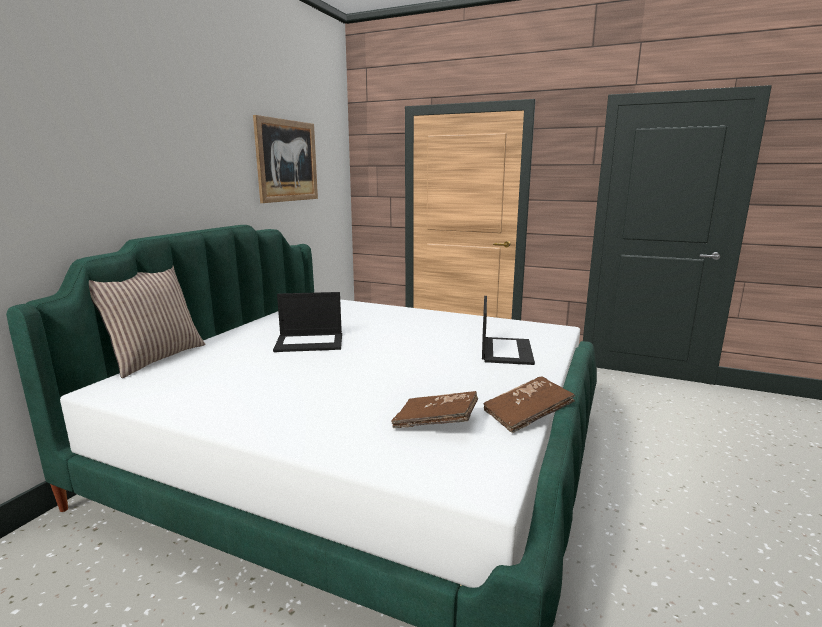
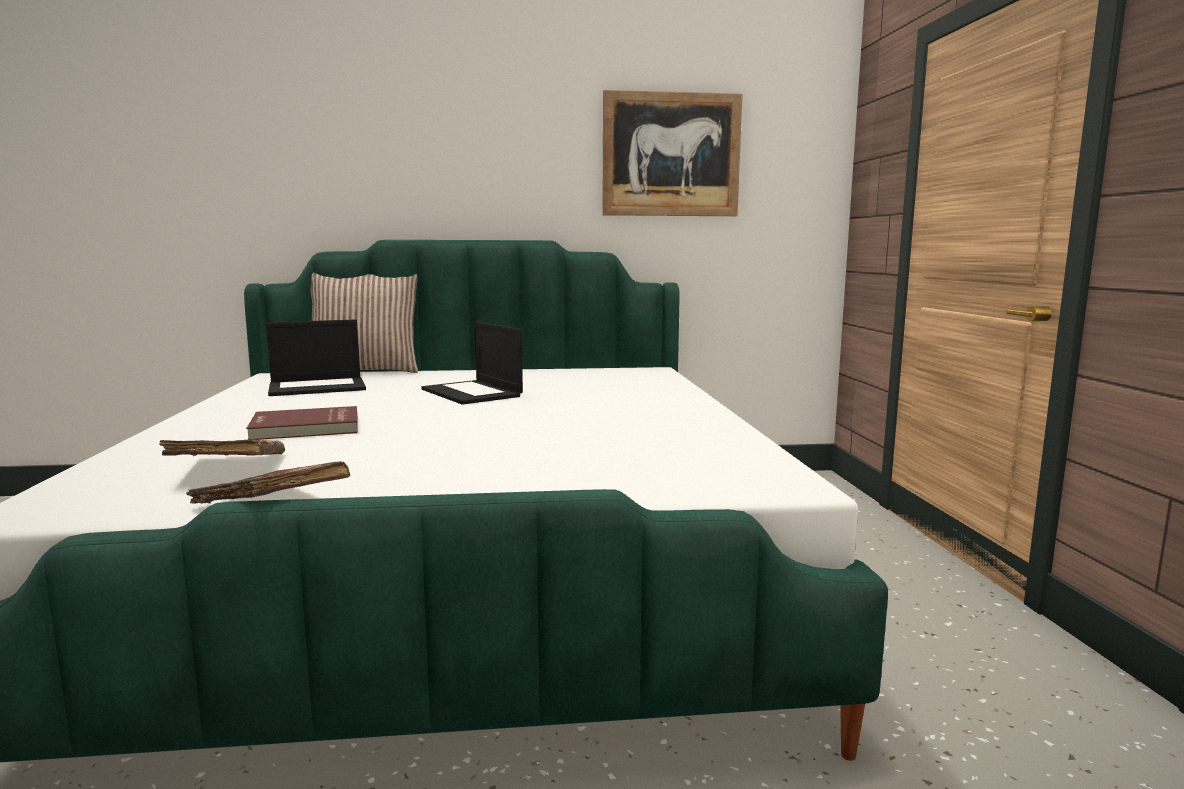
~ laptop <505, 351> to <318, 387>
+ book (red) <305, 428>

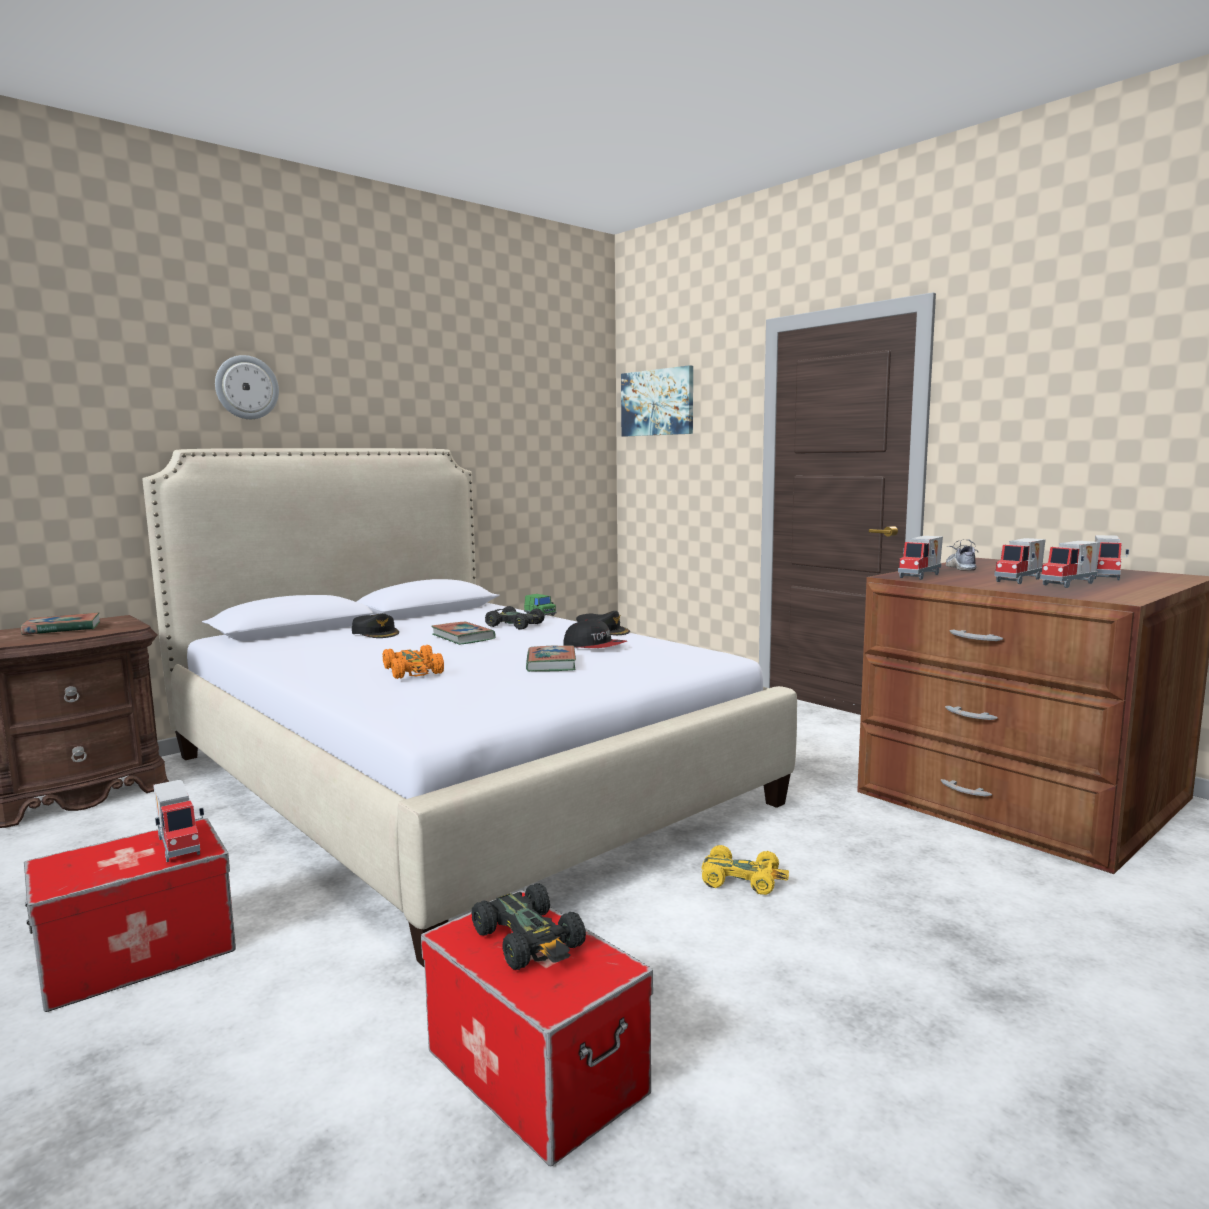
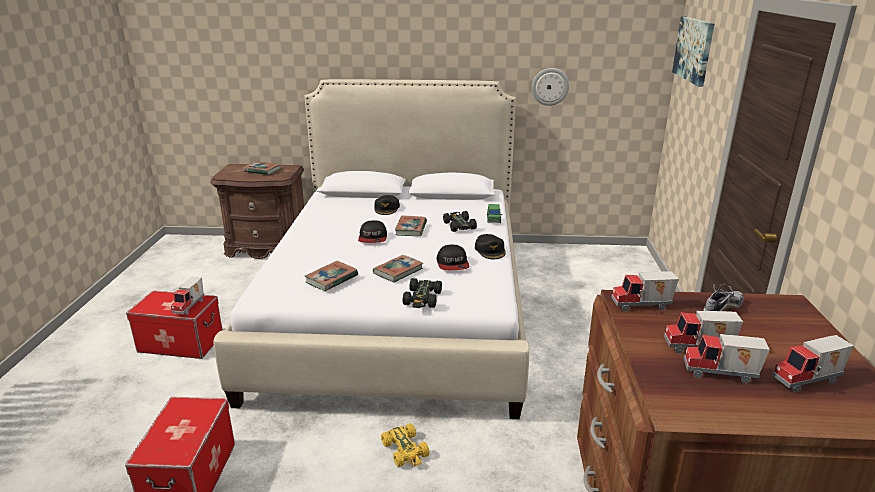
~ wall clock <246, 387> to <550, 86>
- toy car (orange) <414, 671>
~ toy car (black) <529, 940> to <422, 299>
+ cap <373, 238>
+ book <331, 279>

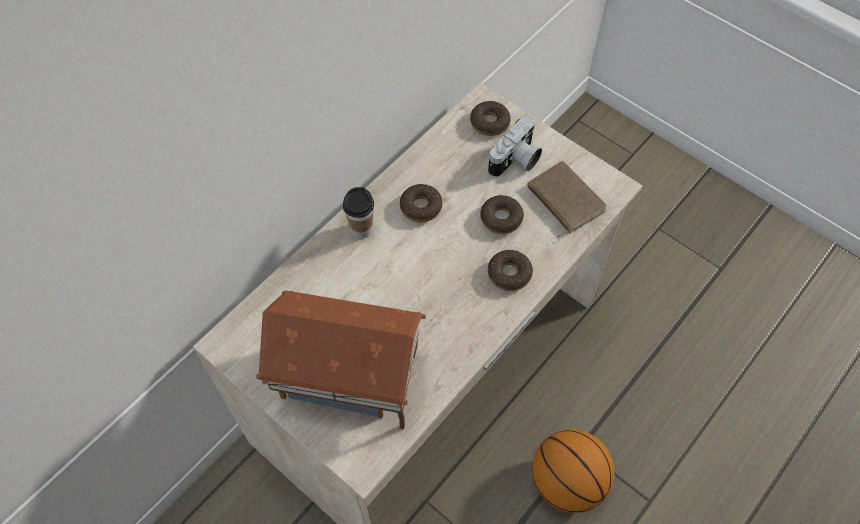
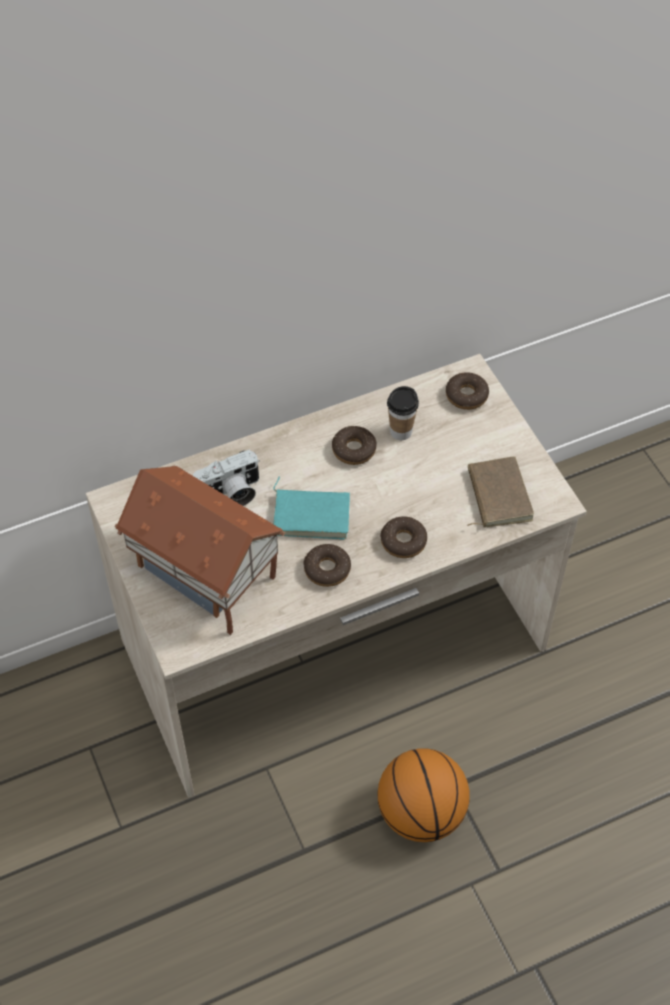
~ photo camera <516, 161> to <230, 493>
~ cup <361, 229> to <401, 432>
~ donut <501, 218> to <327, 569>
+ book (turquoise) <312, 514>

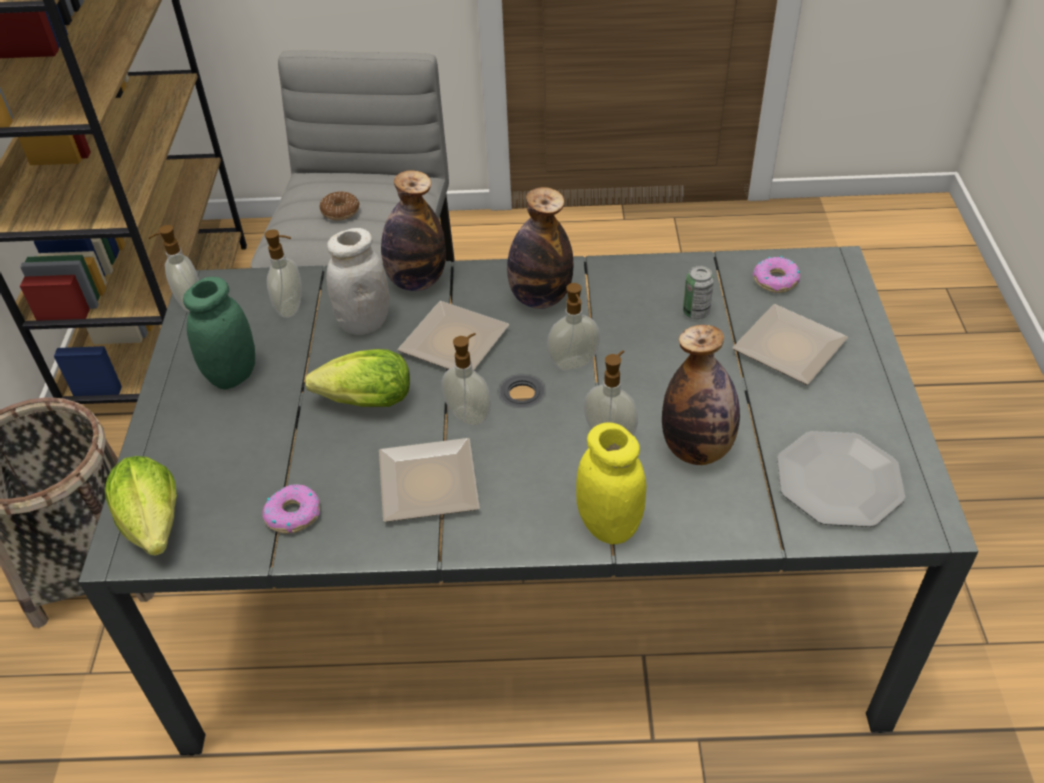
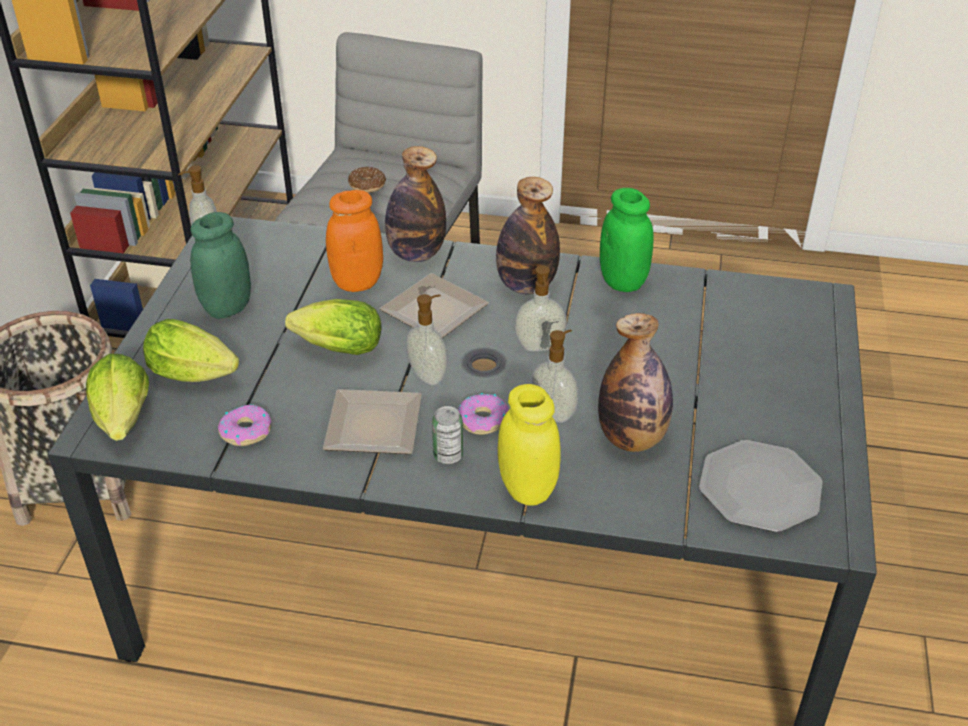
~ jar (white) <364, 323> to jar (orange) <357, 282>
- soap dispenser <291, 308>
~ donut <776, 280> to <483, 420>
~ can <696, 312> to <448, 455>
- plate <793, 348>
+ jar (green) <623, 281>
+ lettuce <197, 375>

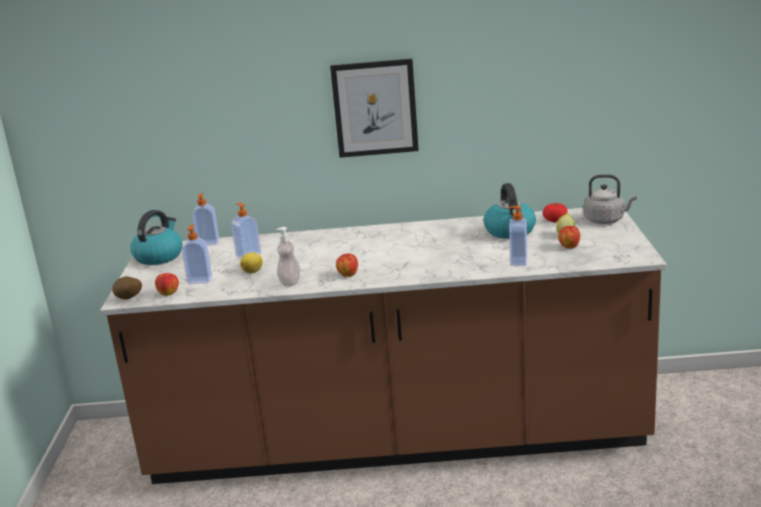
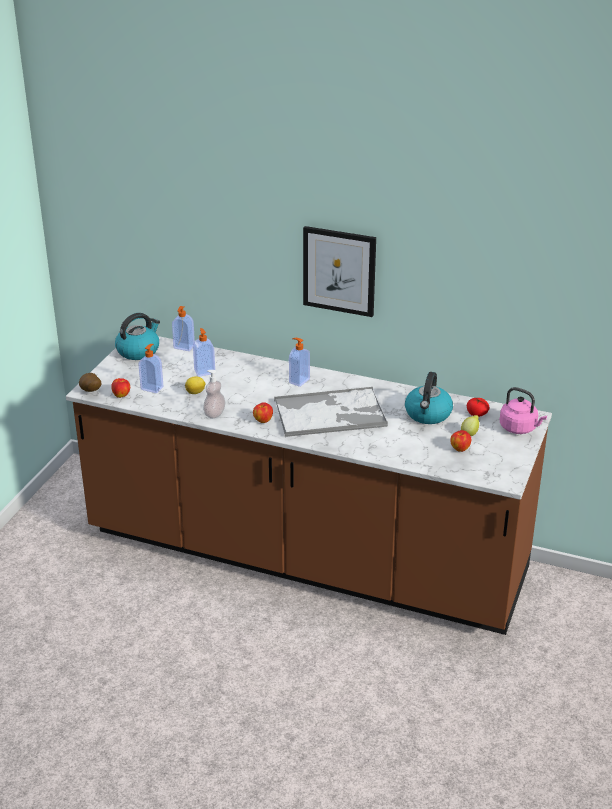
~ kettle (grey) <606, 220> to kettle (pink) <519, 428>
~ soap dispenser <517, 261> to <298, 381>
+ tray <331, 413>

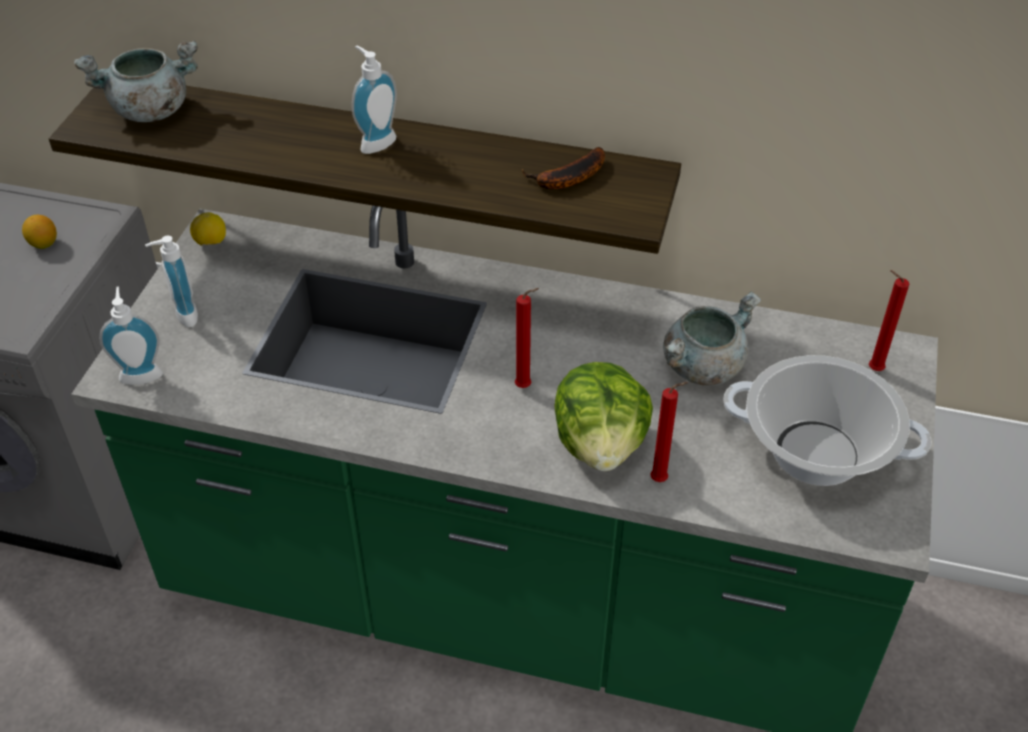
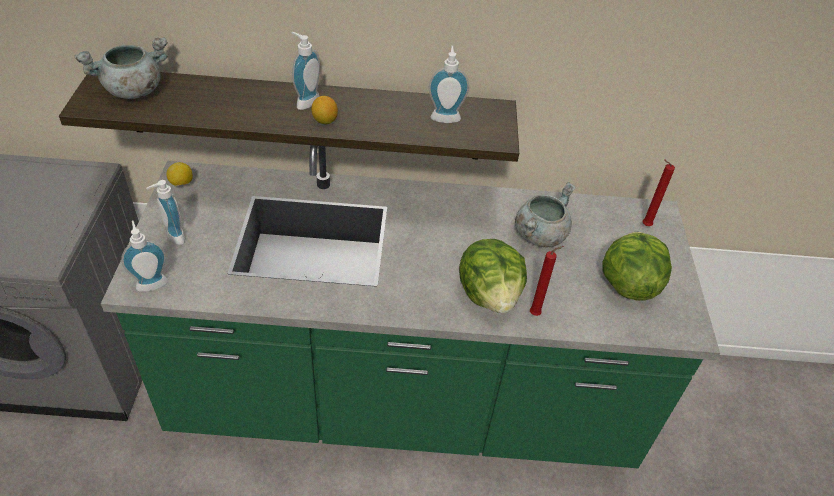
~ banana <567, 179> to soap dispenser <445, 116>
~ lemon <43, 244> to <325, 121>
- candle (red) <525, 387>
~ cooking pot <816, 454> to lettuce <628, 284>

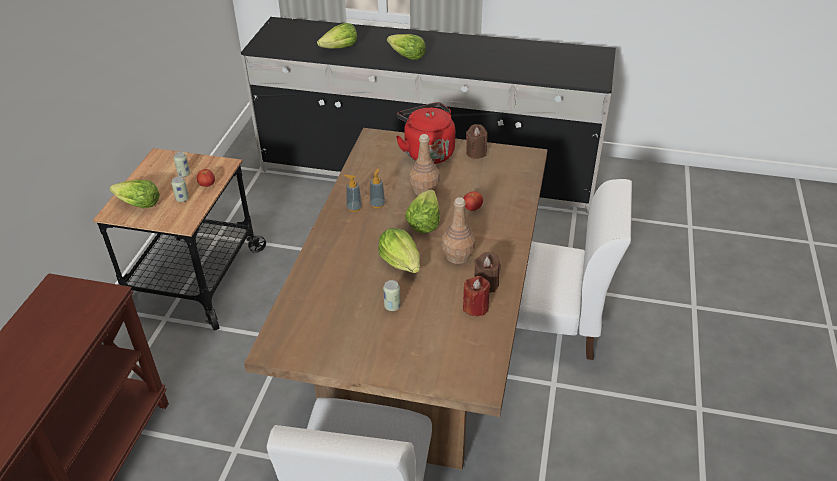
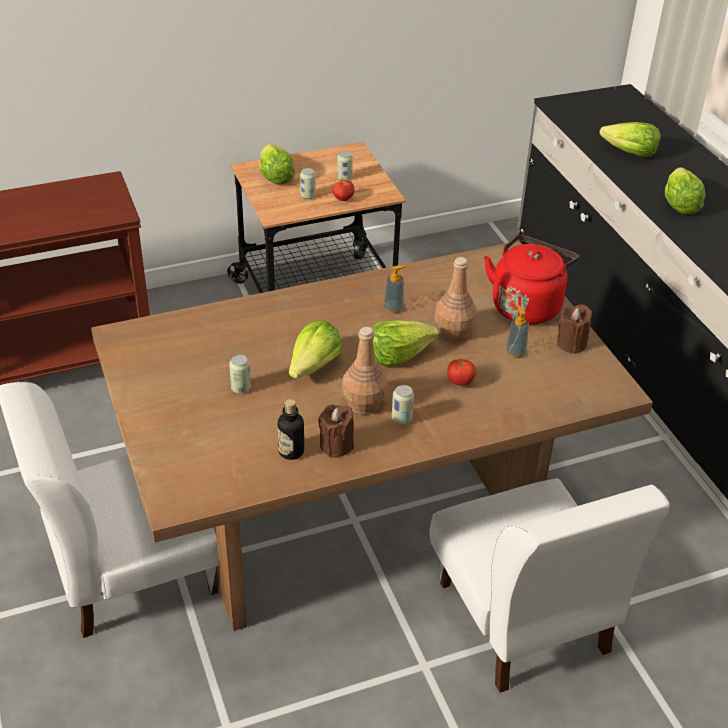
~ soap dispenser <354, 208> to <515, 353>
~ candle (red) <475, 307> to bottle <291, 451>
+ can <401, 419>

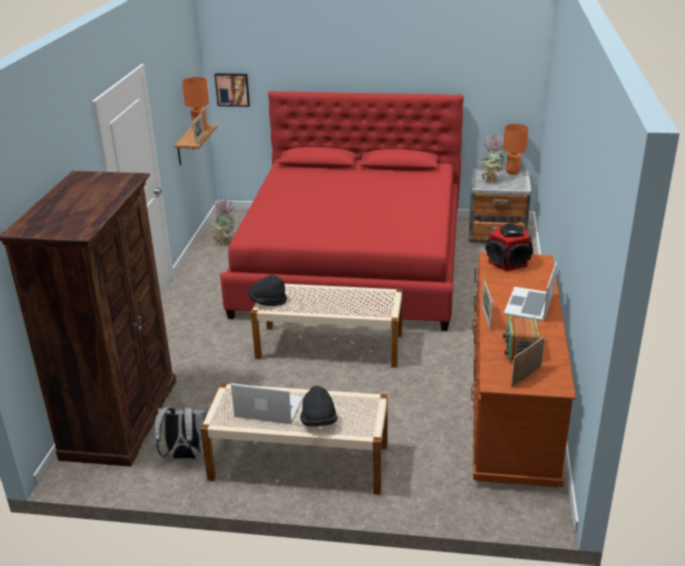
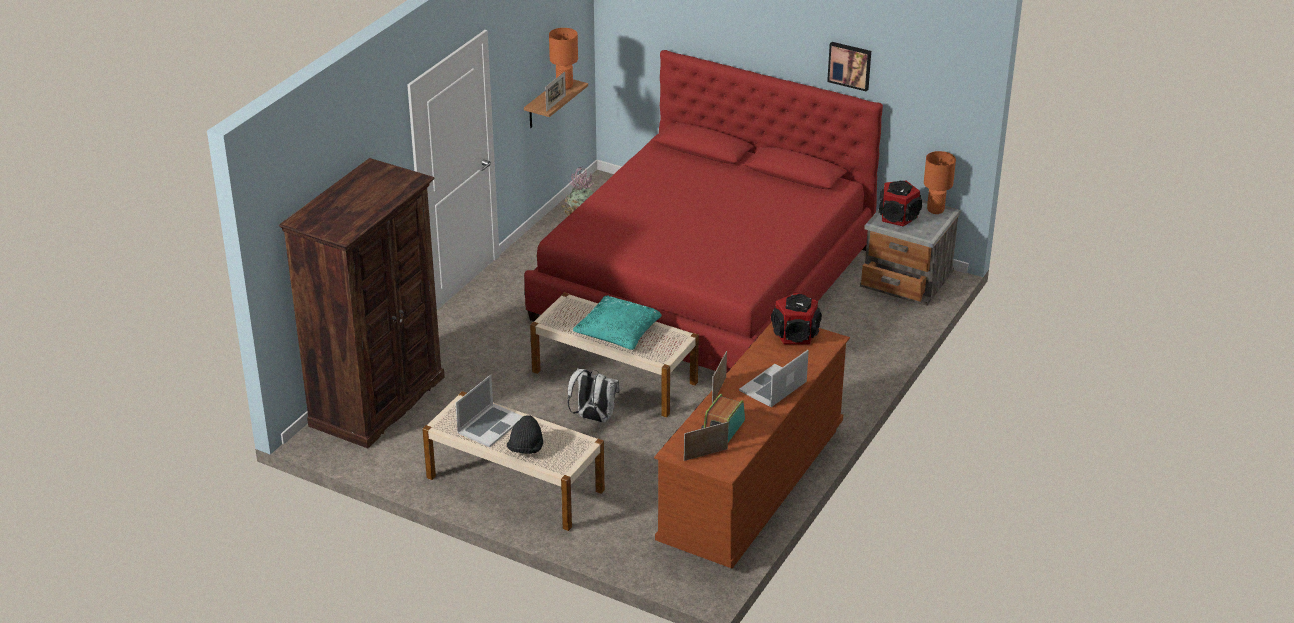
~ picture <232, 89> to <850, 65>
~ potted plant <490, 180> to speaker <898, 216>
- hat (black) <267, 302>
~ laptop <268, 408> = <490, 425> 90 degrees clockwise
~ backpack (white) <185, 456> to <593, 418>
+ pillow (turquoise) <618, 331>

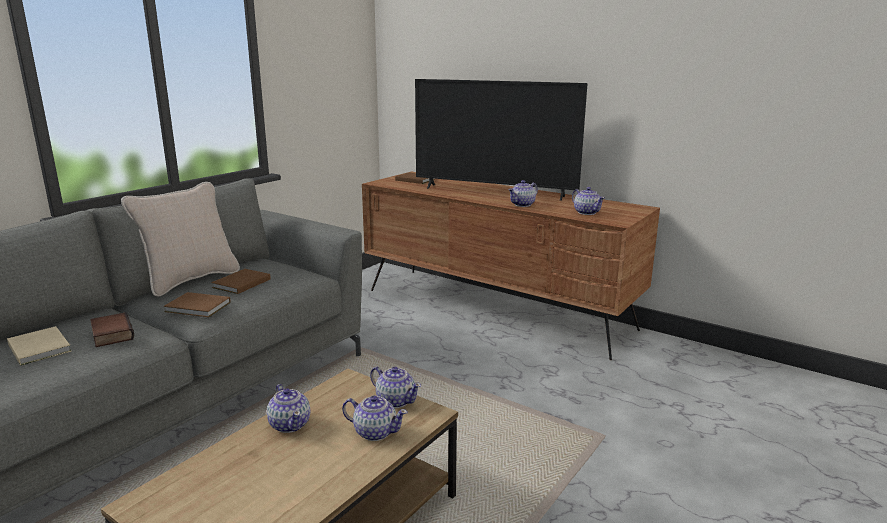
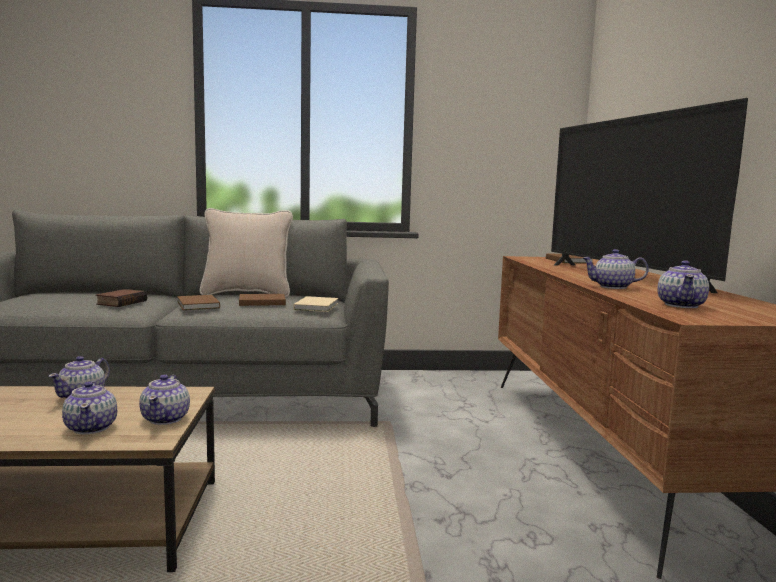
~ book (beige) <40, 347> to <317, 306>

